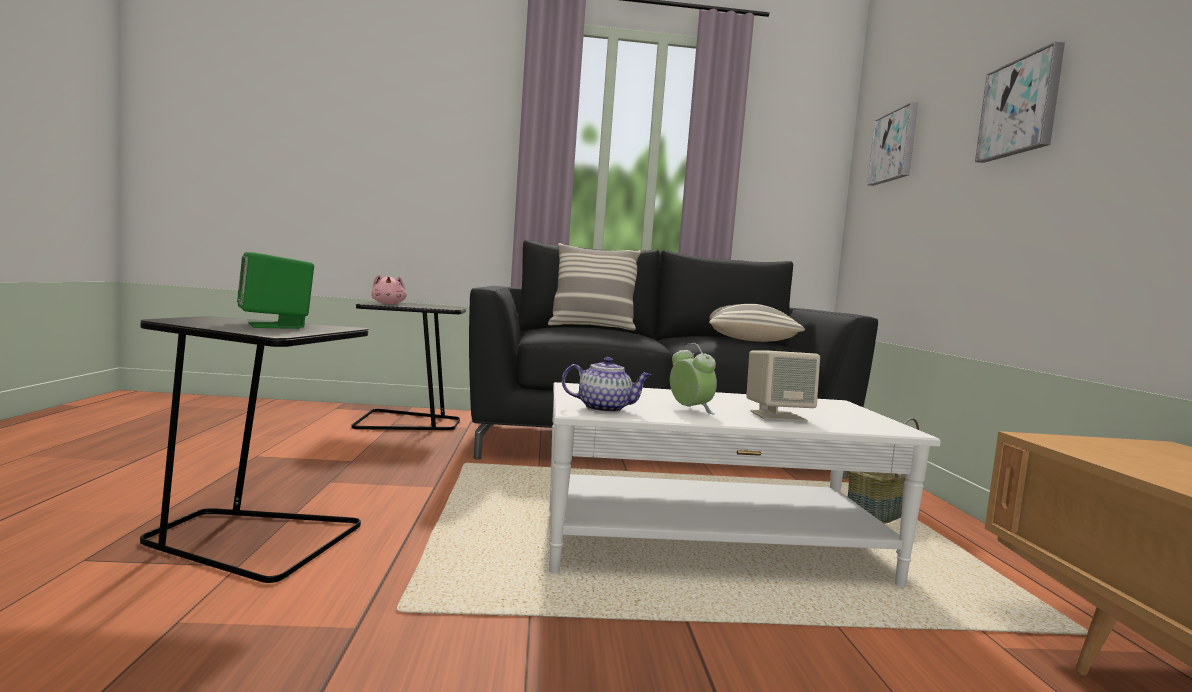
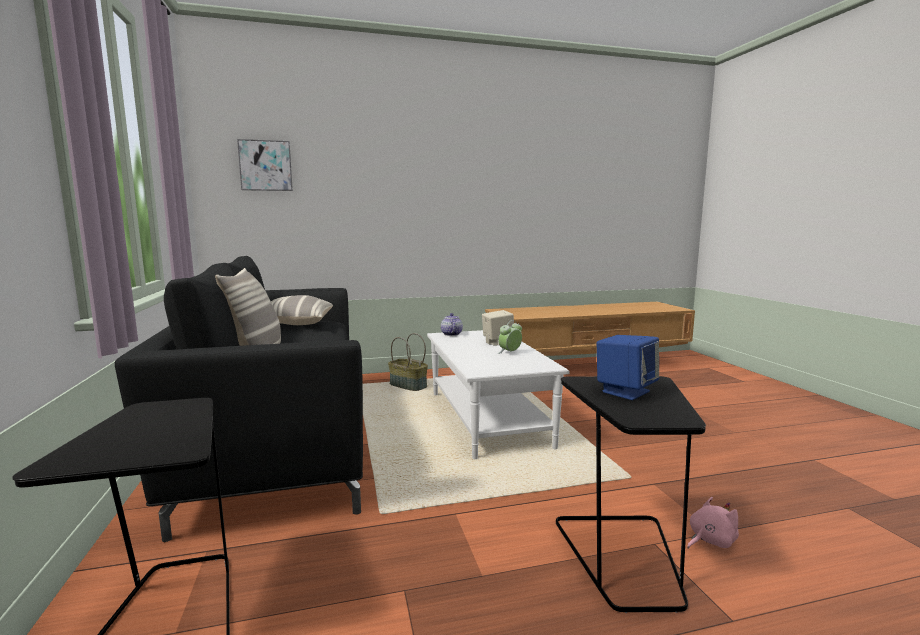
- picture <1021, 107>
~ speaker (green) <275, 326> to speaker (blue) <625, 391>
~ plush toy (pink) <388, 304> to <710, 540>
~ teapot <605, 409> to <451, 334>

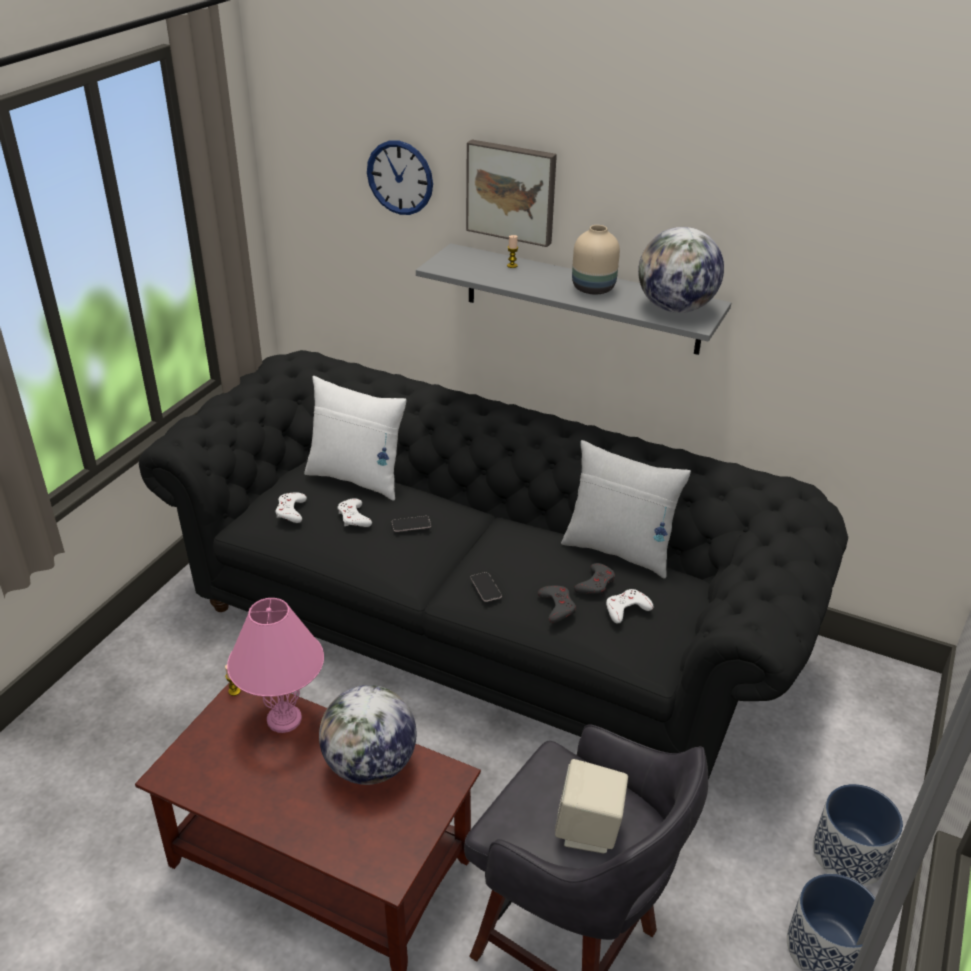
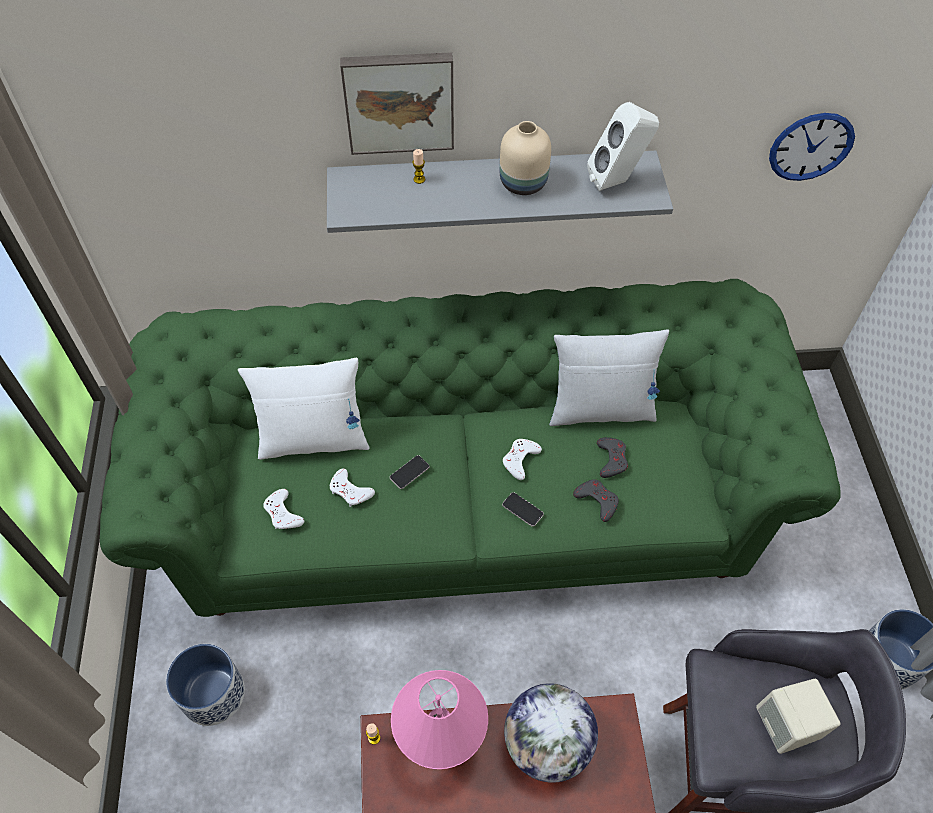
~ wall clock <400, 177> to <811, 146>
~ globe <675, 308> to speaker (white) <617, 181>
~ sofa (black) <483, 621> to sofa (green) <466, 497>
~ game controller (white) <626, 609> to <520, 460>
~ planter <848, 854> to <212, 693>

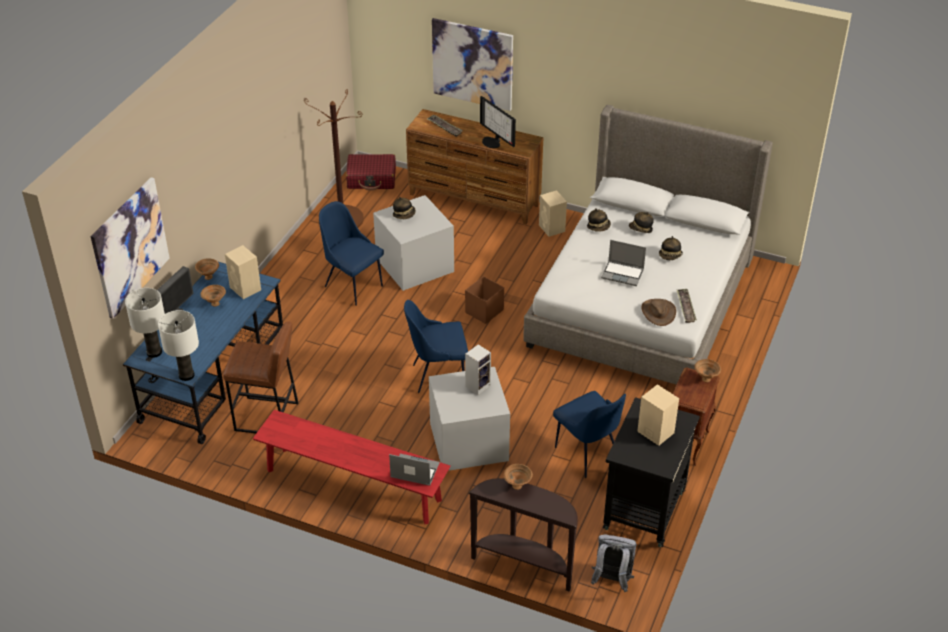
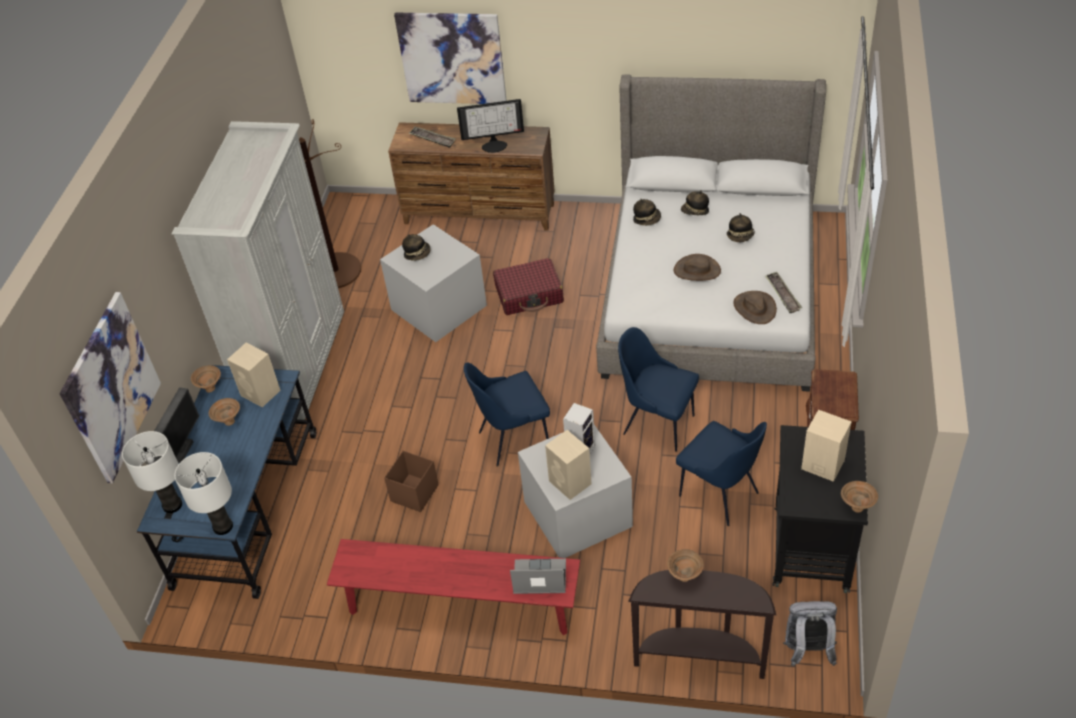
~ monitor <493, 142> = <494, 144> 45 degrees counterclockwise
~ suitcase (red) <371, 178> to <529, 294>
~ speaker (beige) <552, 228> to <570, 483>
~ chair (blue) <352, 286> to <658, 425>
~ laptop <623, 274> to hat (brown) <697, 270>
~ storage box (brown) <483, 311> to <414, 493>
- stool (brown) <267, 417>
~ bowl (brown) <705, 379> to <856, 507>
+ wardrobe (white) <296, 361>

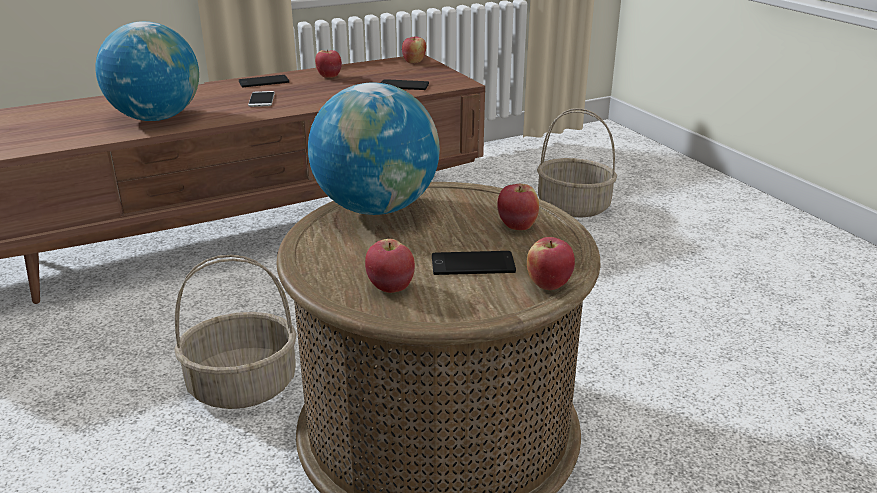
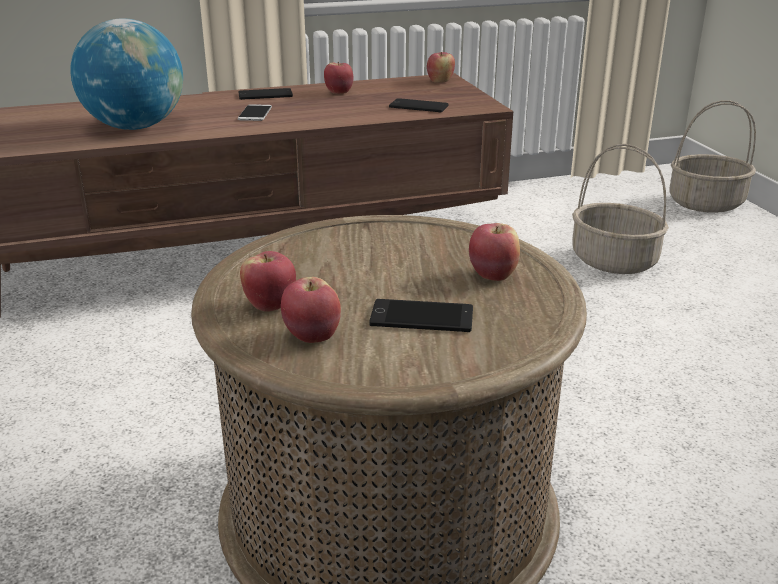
- globe <376, 208>
~ apple <548, 284> to <270, 305>
~ basket <244, 385> to <706, 203>

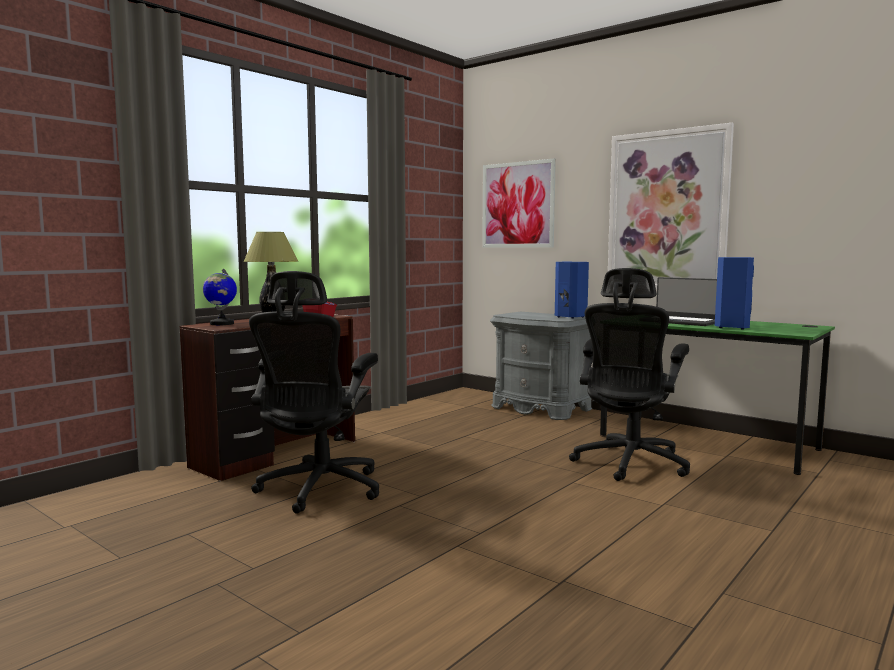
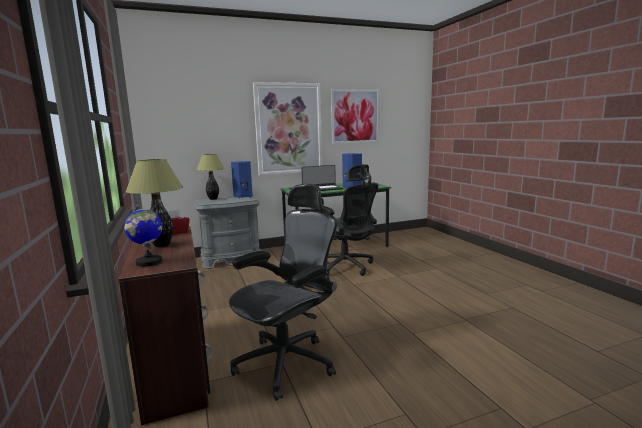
~ picture <518, 205> to <355, 116>
~ office chair <318, 491> = <288, 361> 90 degrees counterclockwise
+ table lamp <213, 199>

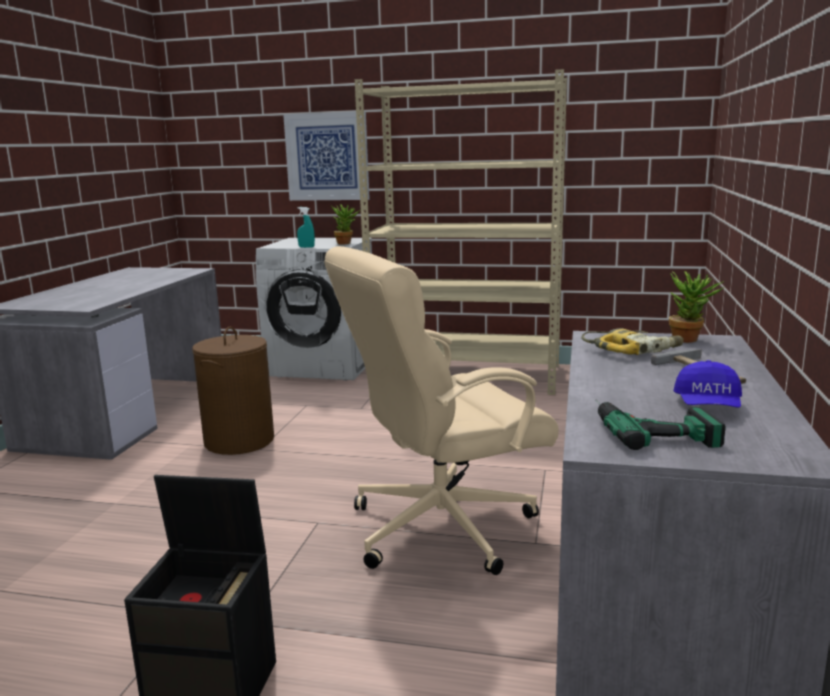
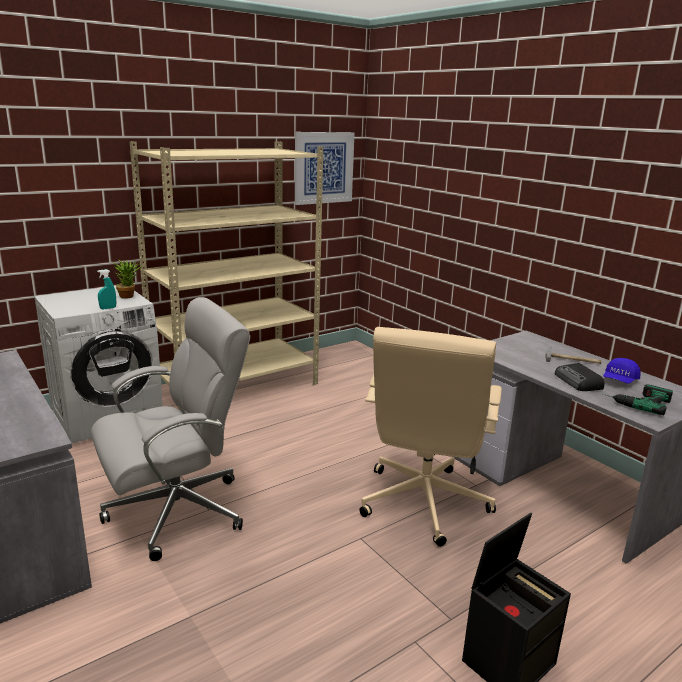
~ picture <327, 157> to <323, 168>
- potted plant <690, 339>
~ laundry basket (brown) <239, 441> to office chair (grey) <176, 511>
- power drill <633, 350>
~ cap (blue) <708, 406> = <619, 380> 75 degrees clockwise
+ radio <578, 382>

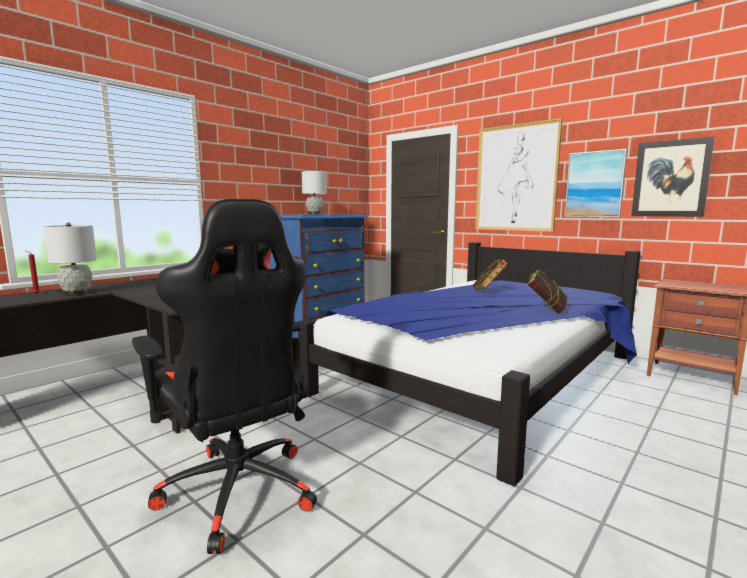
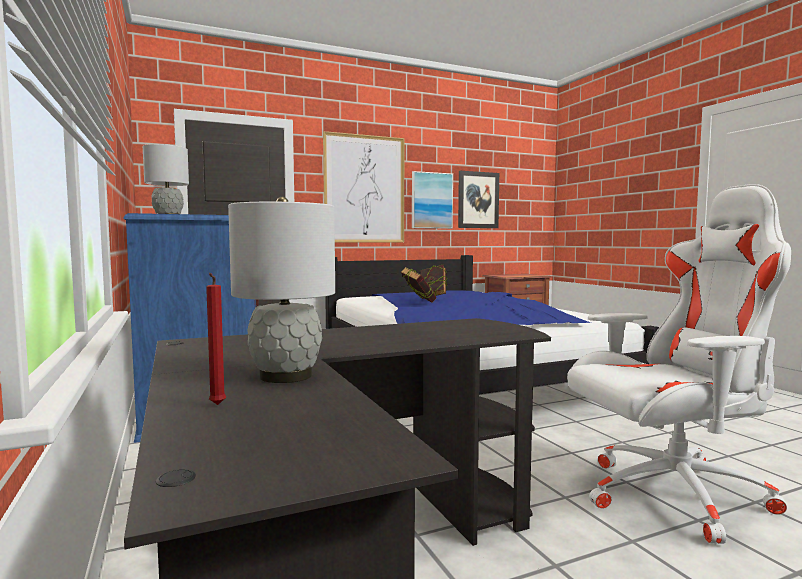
~ office chair (black) <234, 484> to office chair (white) <663, 497>
~ book <546, 310> to <418, 302>

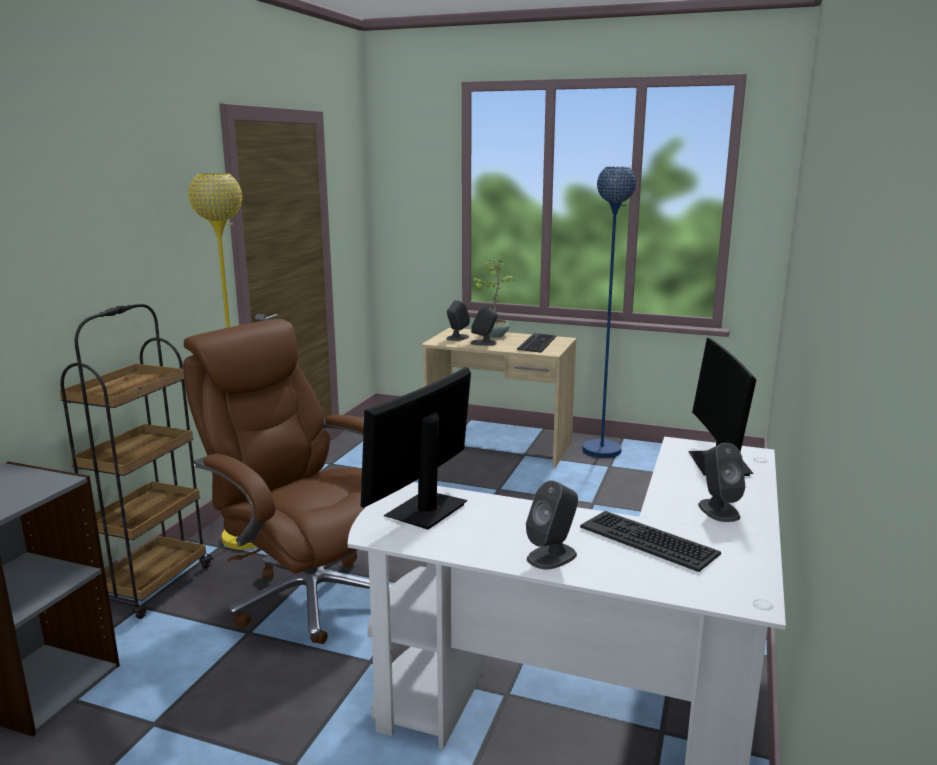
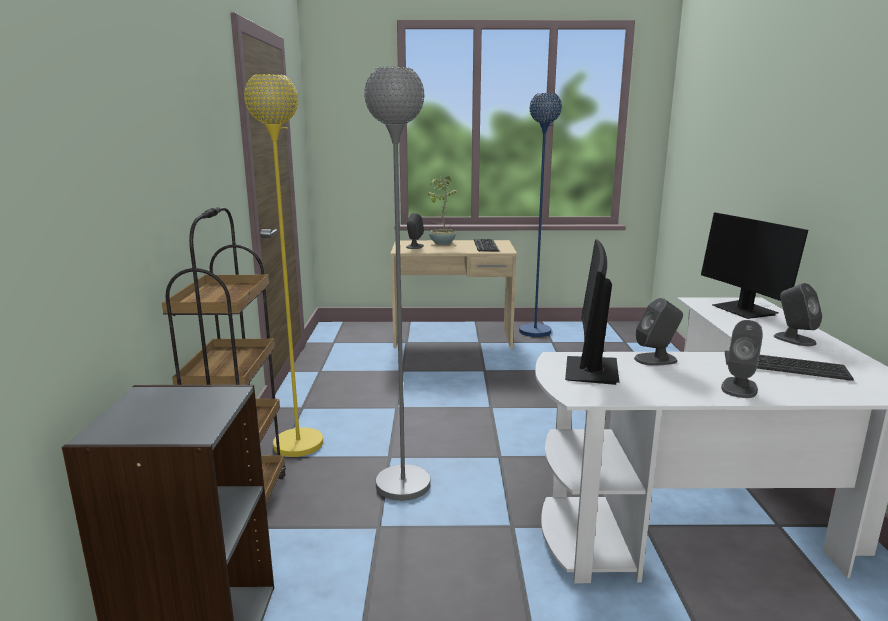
~ speaker (grey) <484, 343> to <656, 359>
~ office chair (brown) <306, 596> to floor lamp (grey) <403, 484>

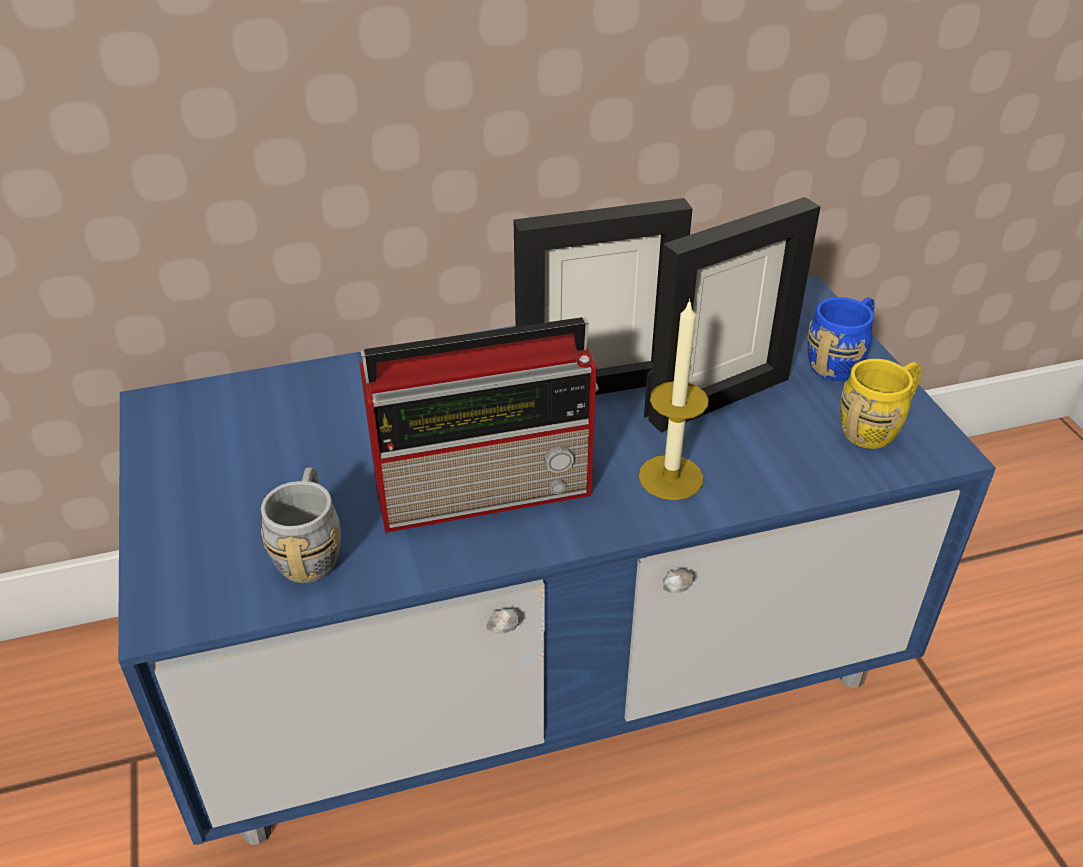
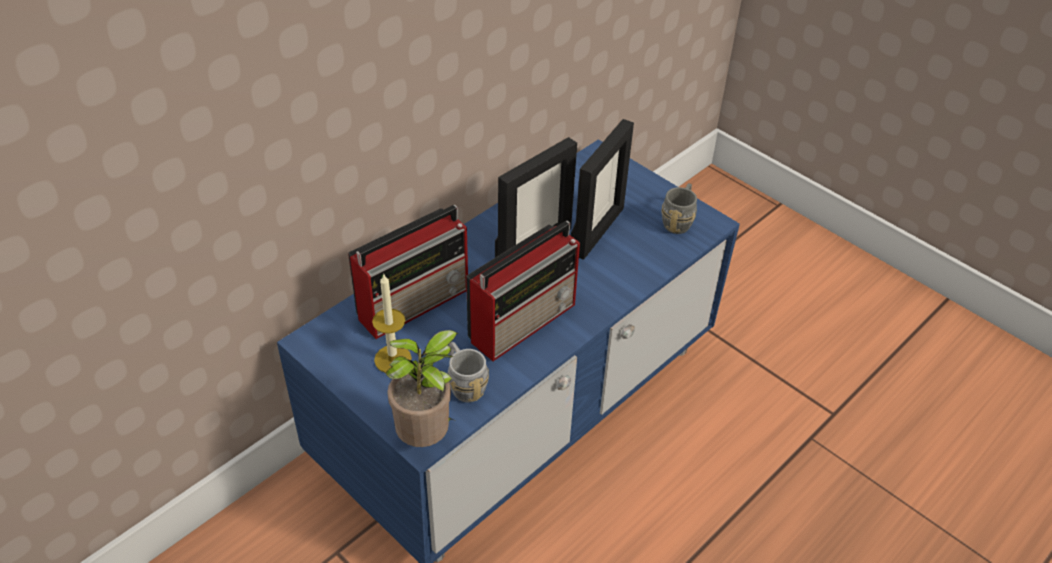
- mug (blue) <840, 361>
~ candle <670, 477> to <393, 359>
~ mug (yellow) <877, 427> to mug (grey) <679, 220>
+ radio <415, 302>
+ potted plant <427, 438>

